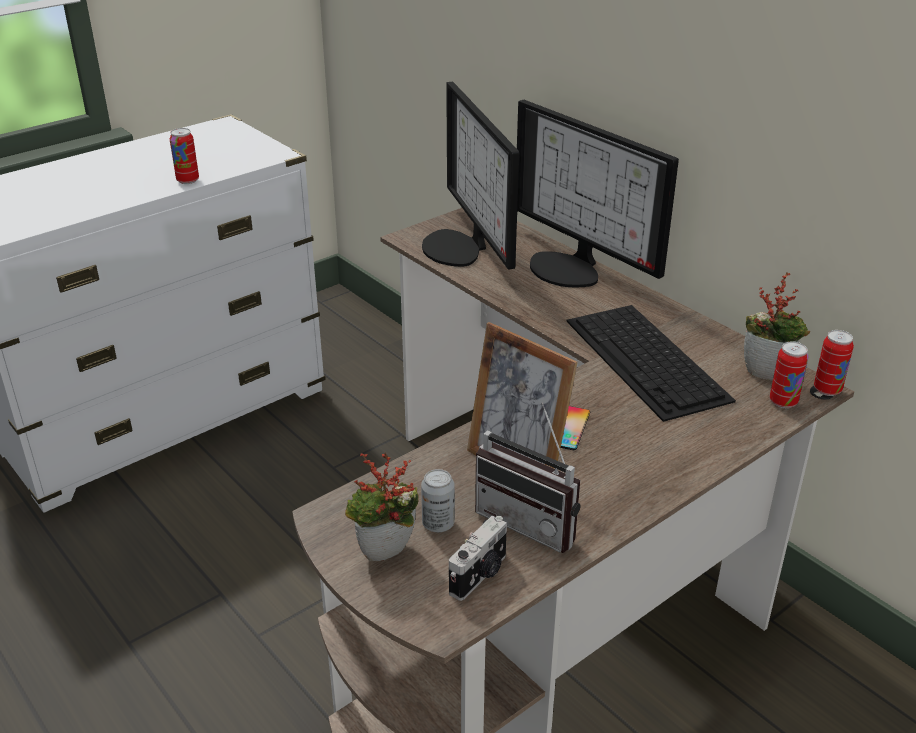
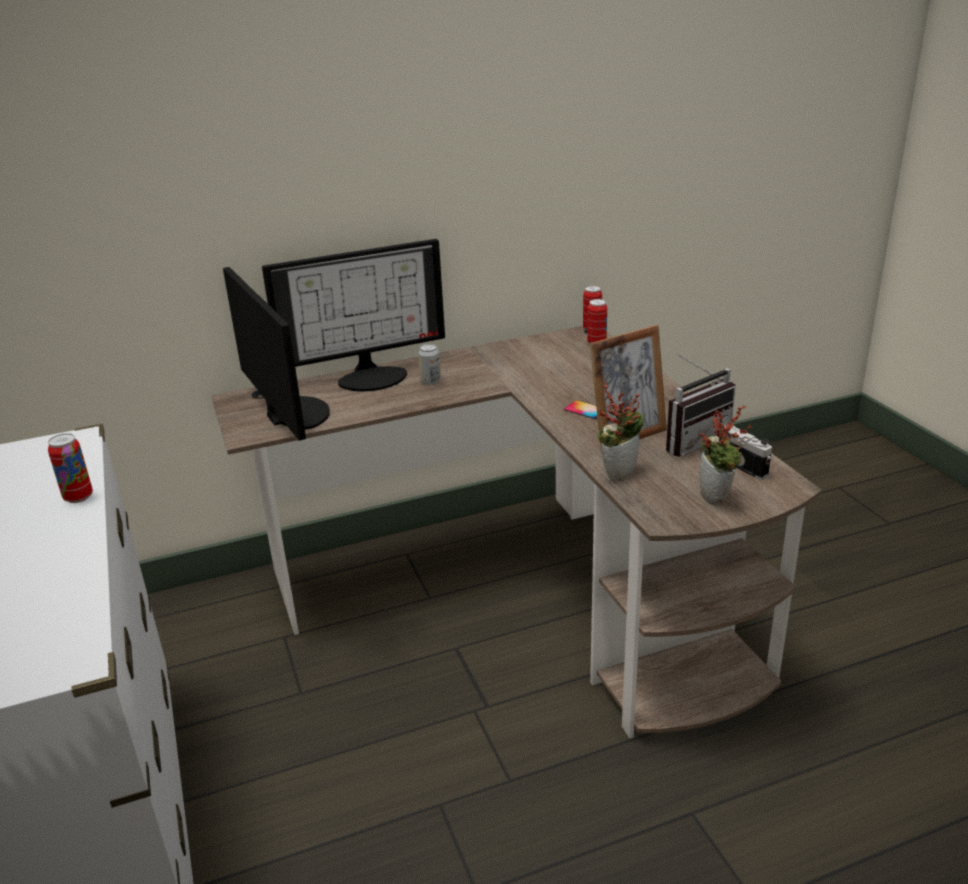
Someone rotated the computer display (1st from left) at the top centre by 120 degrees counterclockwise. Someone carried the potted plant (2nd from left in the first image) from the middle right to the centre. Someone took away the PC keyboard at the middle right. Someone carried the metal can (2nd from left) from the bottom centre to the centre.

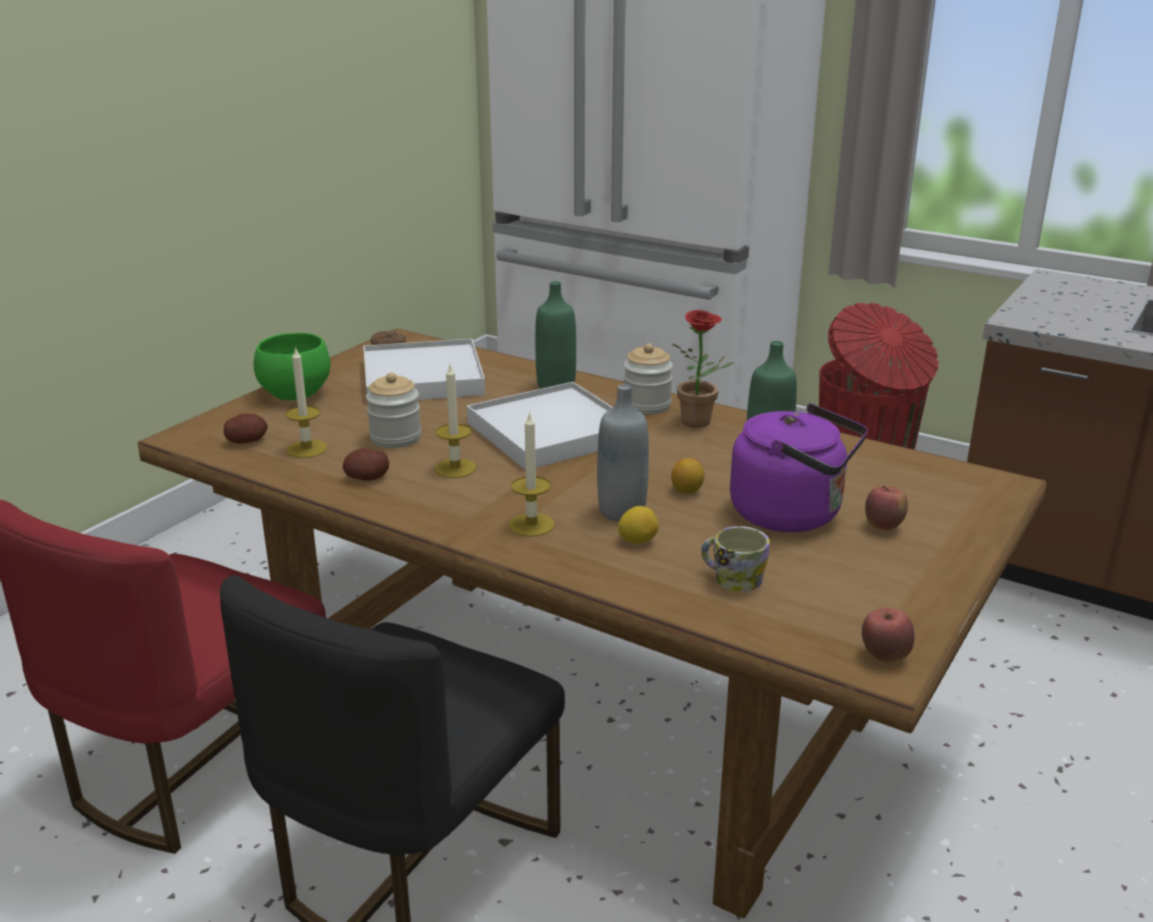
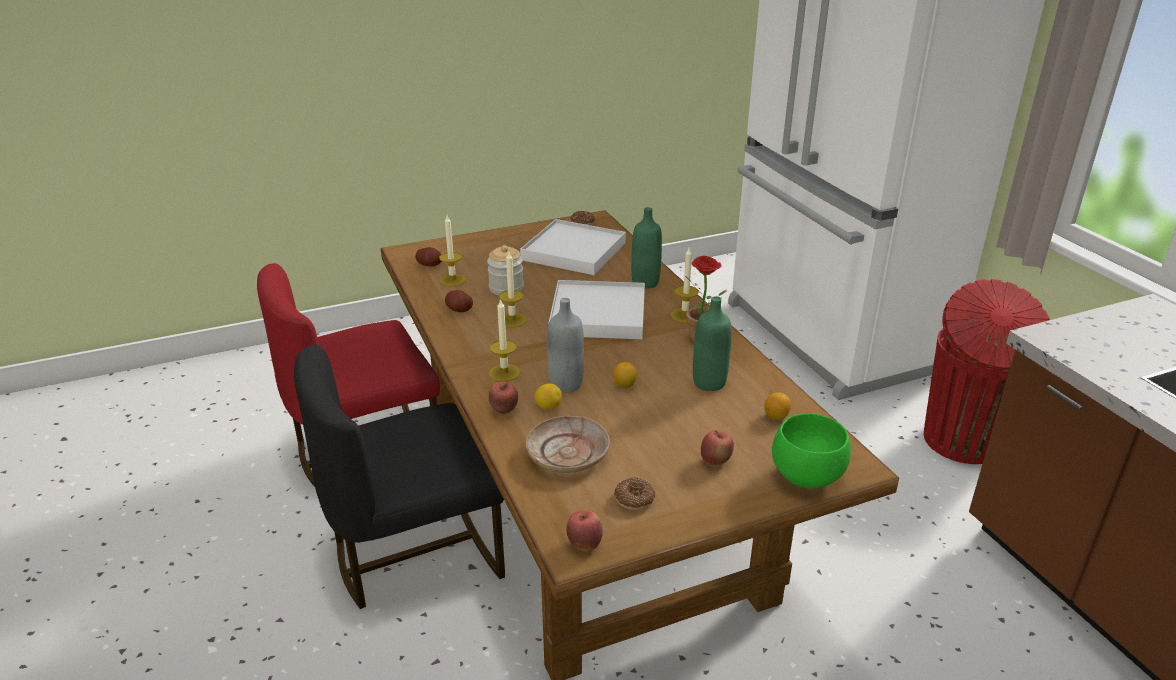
Someone carried the serving bowl/green-coloured from the middle left to the middle right. Someone swapped the jar (2nd from left) at the centre for the candle (4th from left) at the centre. Someone took away the tea kettle/purple-coloured at the middle right. Someone swapped the coffee mug at the centre for the dinner plate/beige at the centre. Someone put down the apple (1st from left) at the centre. Someone put down the lemon (3rd from left) at the centre. Someone put down the doughnut (2nd from left) at the bottom centre.

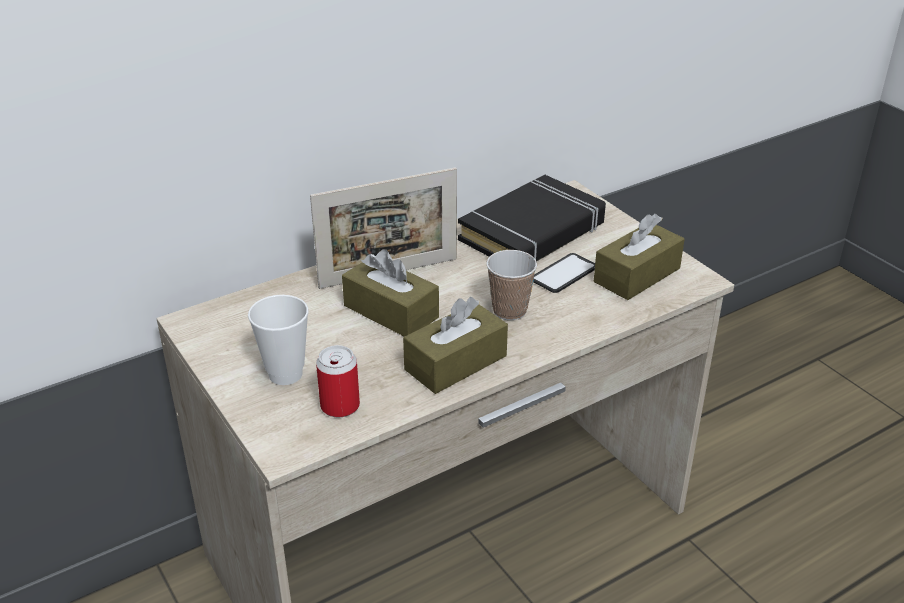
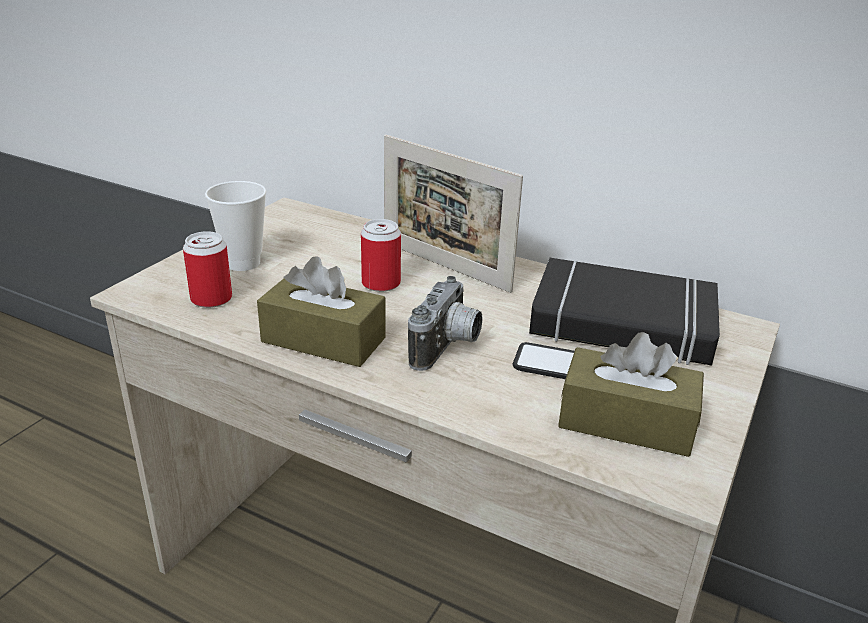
Someone swapped the tissue box/brown-coloured (1st from left) at the centre for the metal can (2nd from left) at the centre. Someone swapped the drinking cup (2nd from left) at the centre for the photo camera at the centre.

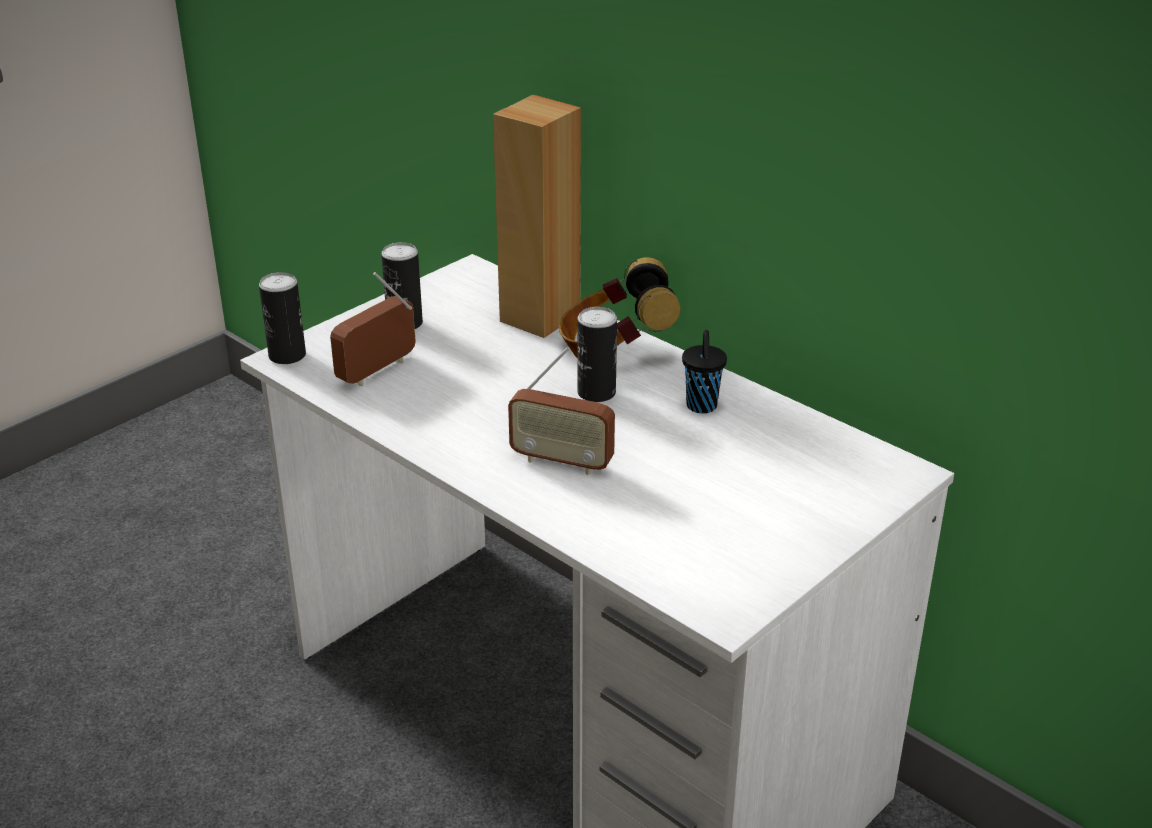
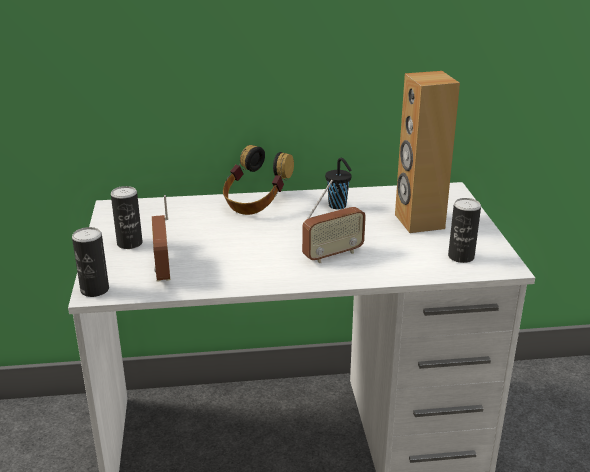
Someone carried the speaker/brown-coloured from the top centre to the top right. Someone carried the metal can (3rd from left) from the centre to the middle right.

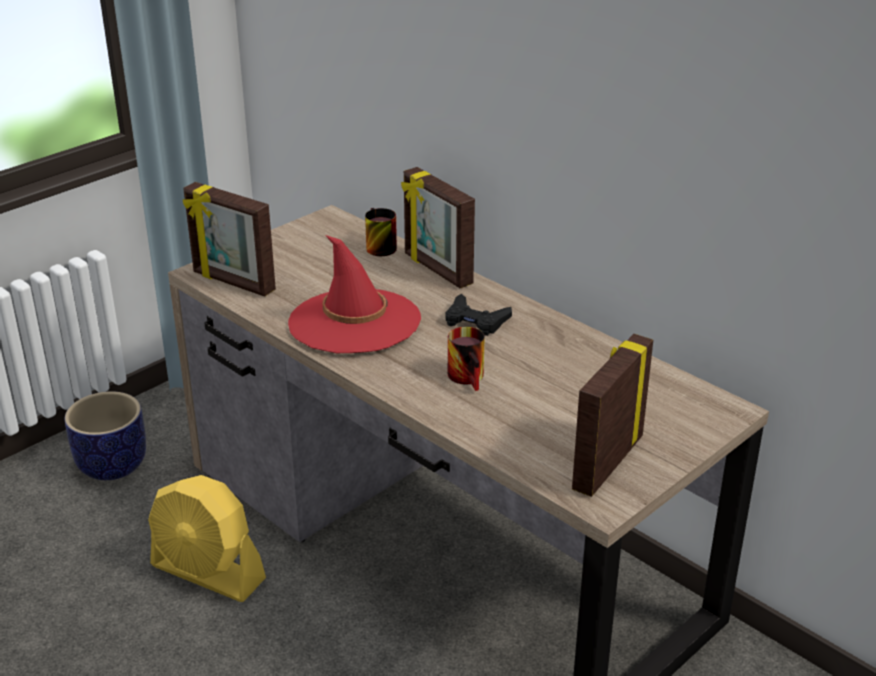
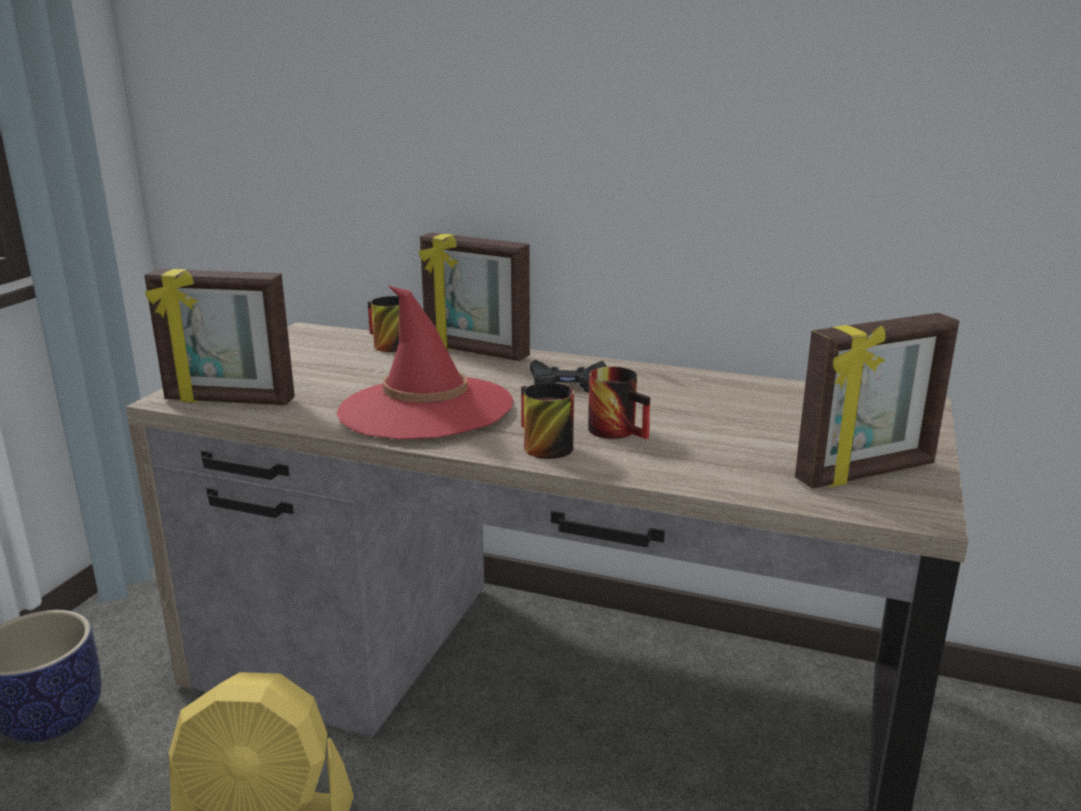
Someone rotated the standing frame (3rd from left) at the middle right by 120 degrees counterclockwise. Someone put down the coffee mug (2nd from left) at the centre.

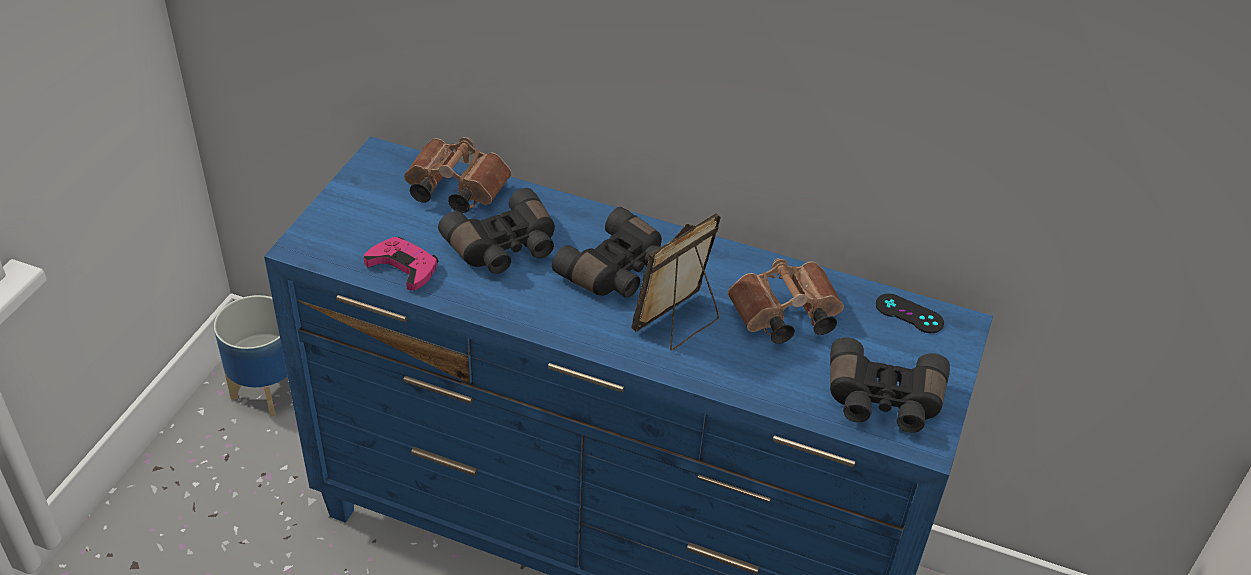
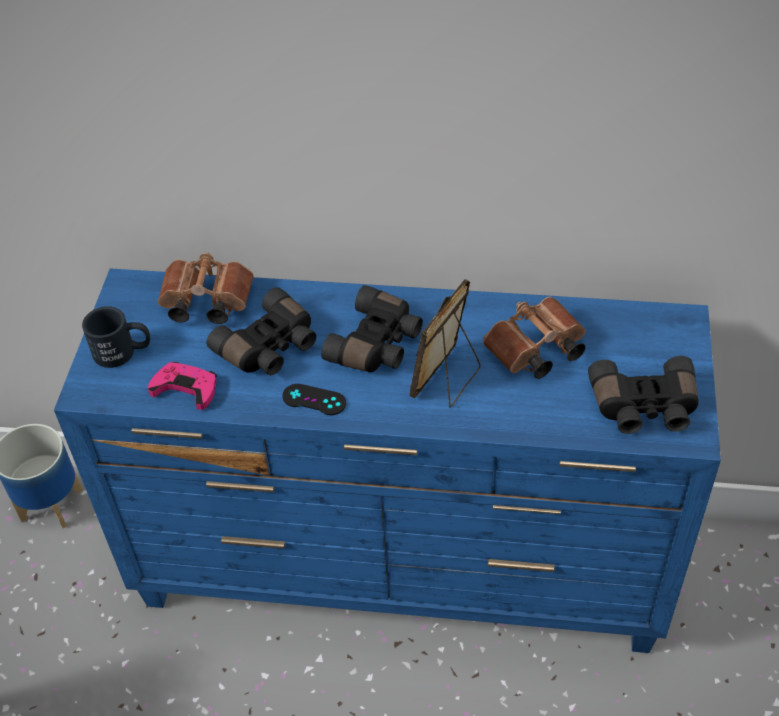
Someone carried the joypad/black-coloured from the middle right to the centre. Someone put down the coffee mug/black-coloured at the middle left.

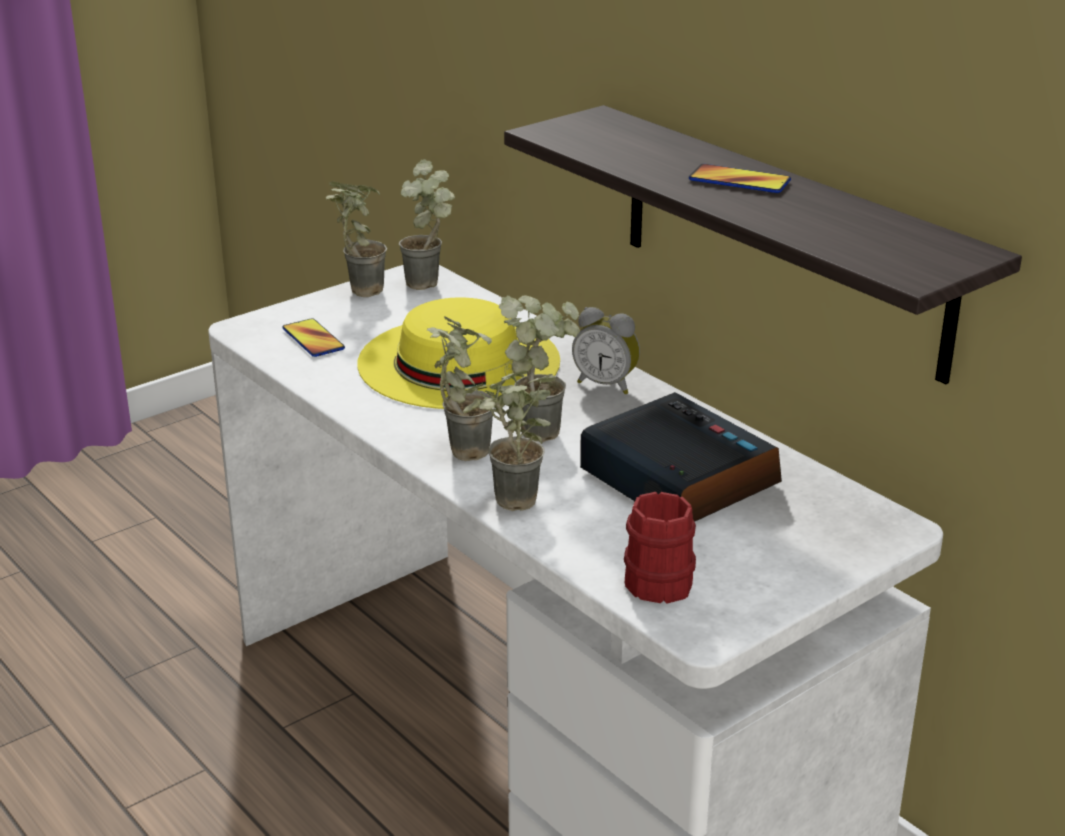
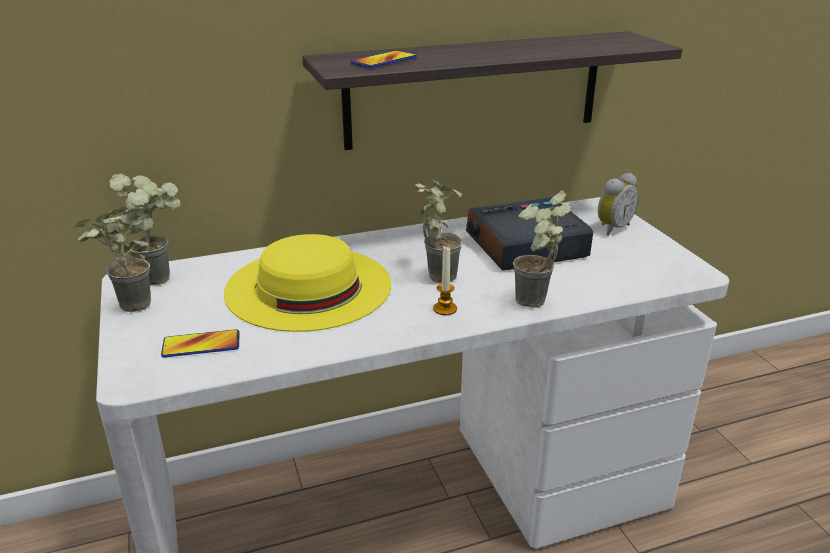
Someone carried the phone (2nd from left) from the top right to the top centre. Someone carried the alarm clock (1st from left in the first image) from the centre to the middle right. Someone swapped the potted plant (3rd from left) at the centre for the candle at the centre. Someone took away the coffee mug/red at the centre.

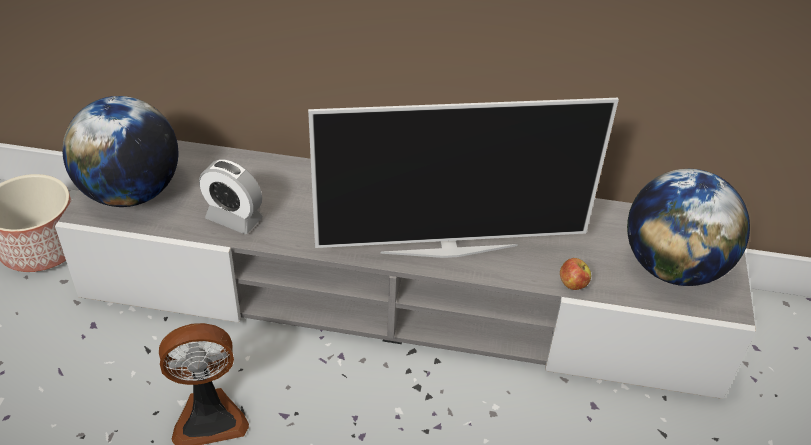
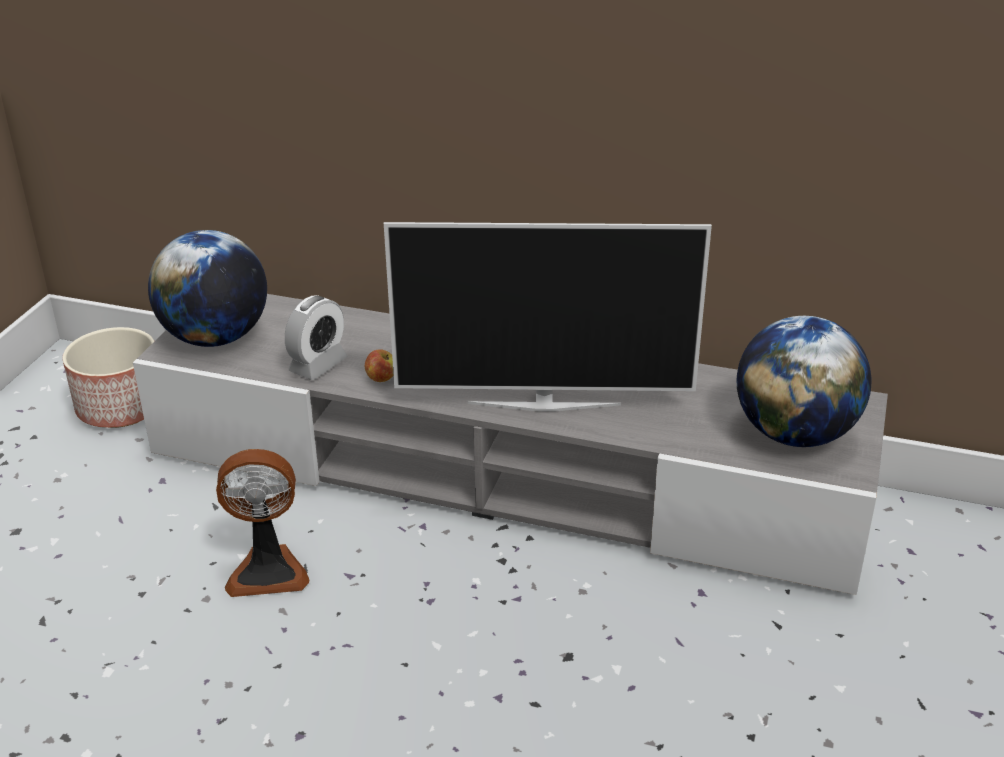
Someone rotated the alarm clock at the middle left by 90 degrees counterclockwise. Someone carried the apple from the middle right to the centre.

